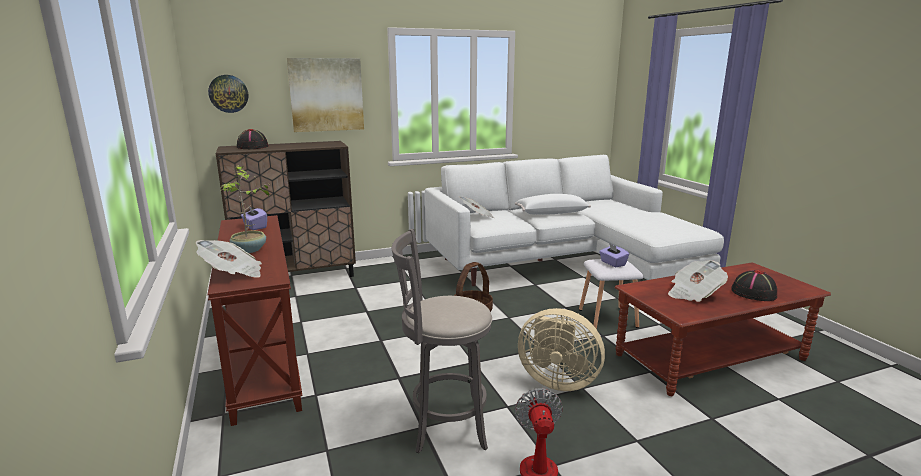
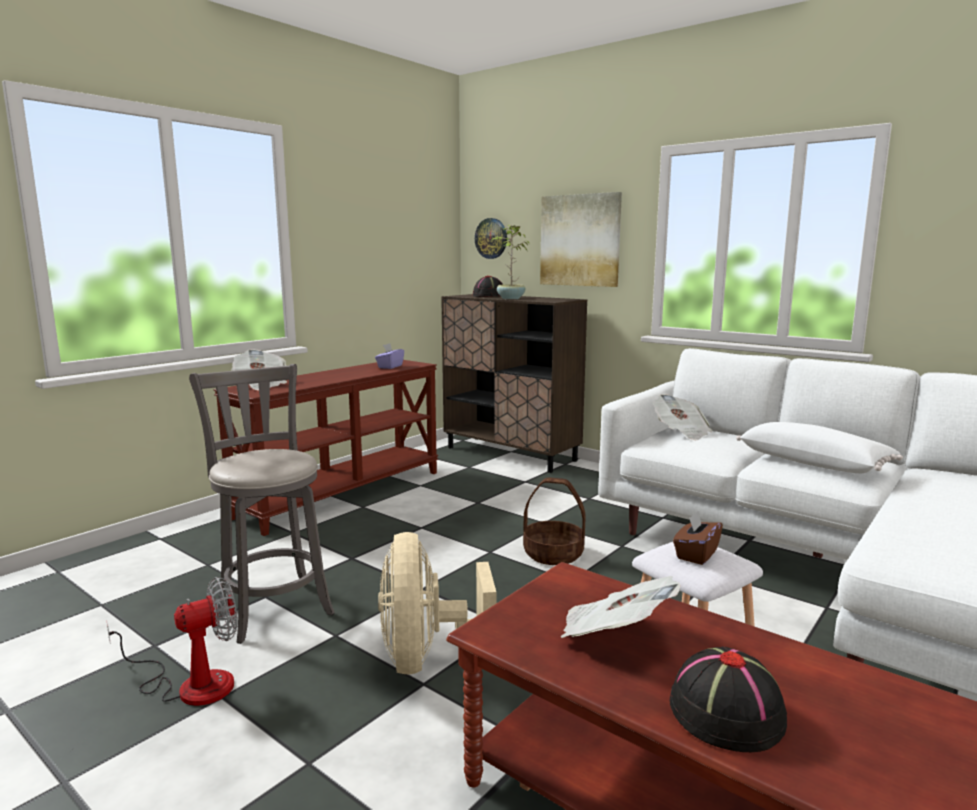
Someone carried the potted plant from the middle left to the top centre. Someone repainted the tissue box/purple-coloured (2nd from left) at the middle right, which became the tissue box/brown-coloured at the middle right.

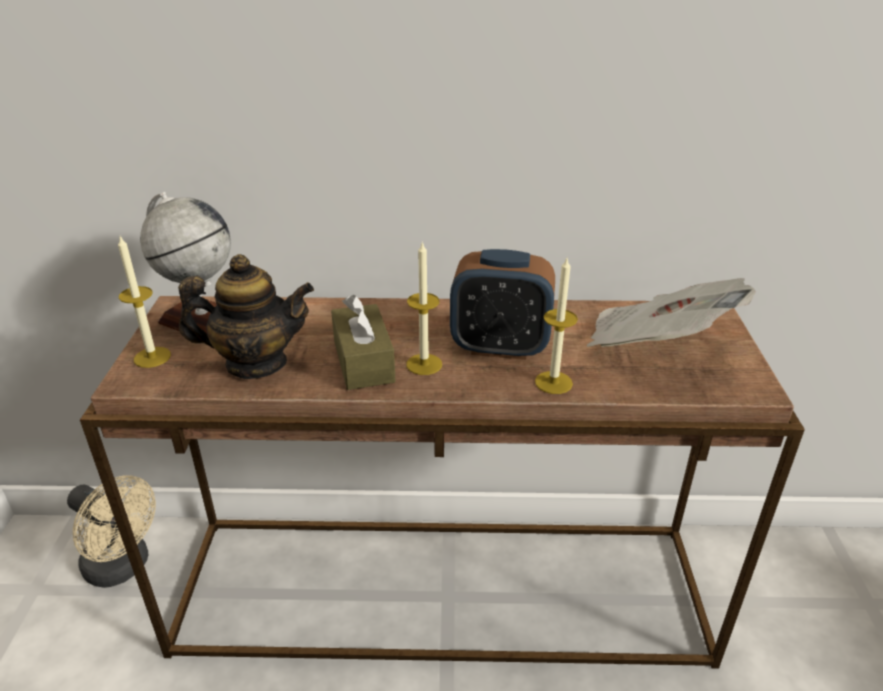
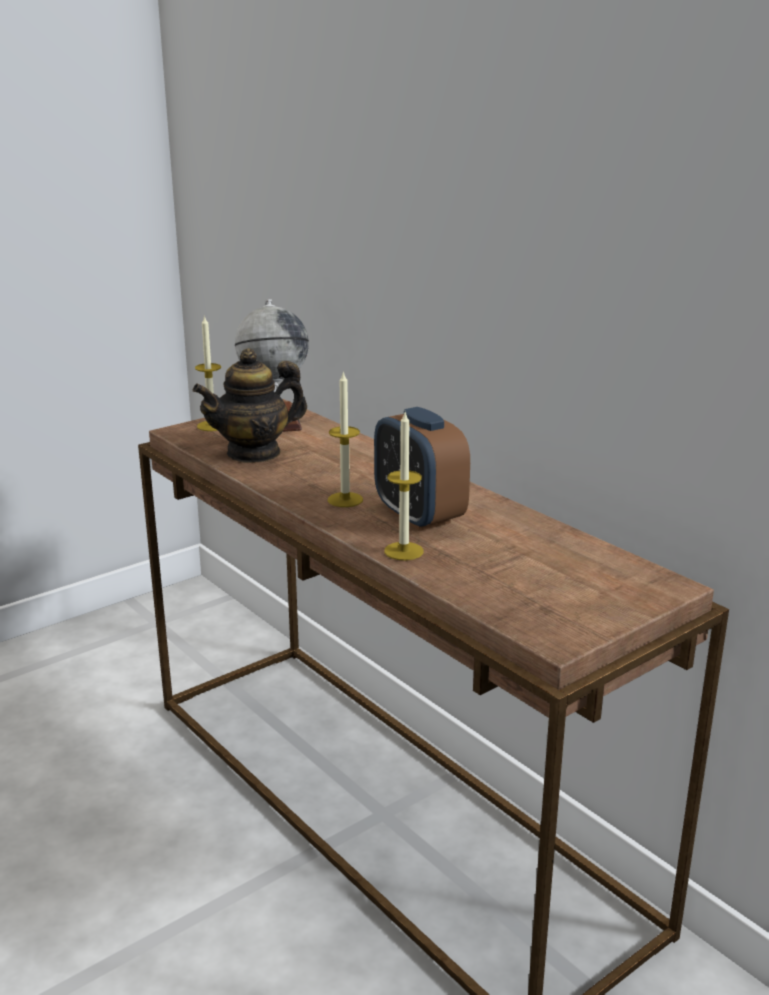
Someone rotated the tea pot at the middle left by 105 degrees clockwise. Someone took away the printed paper at the middle right. Someone took away the tissue box/brown-coloured at the centre. Someone took away the cooling fan/beige at the bottom left.

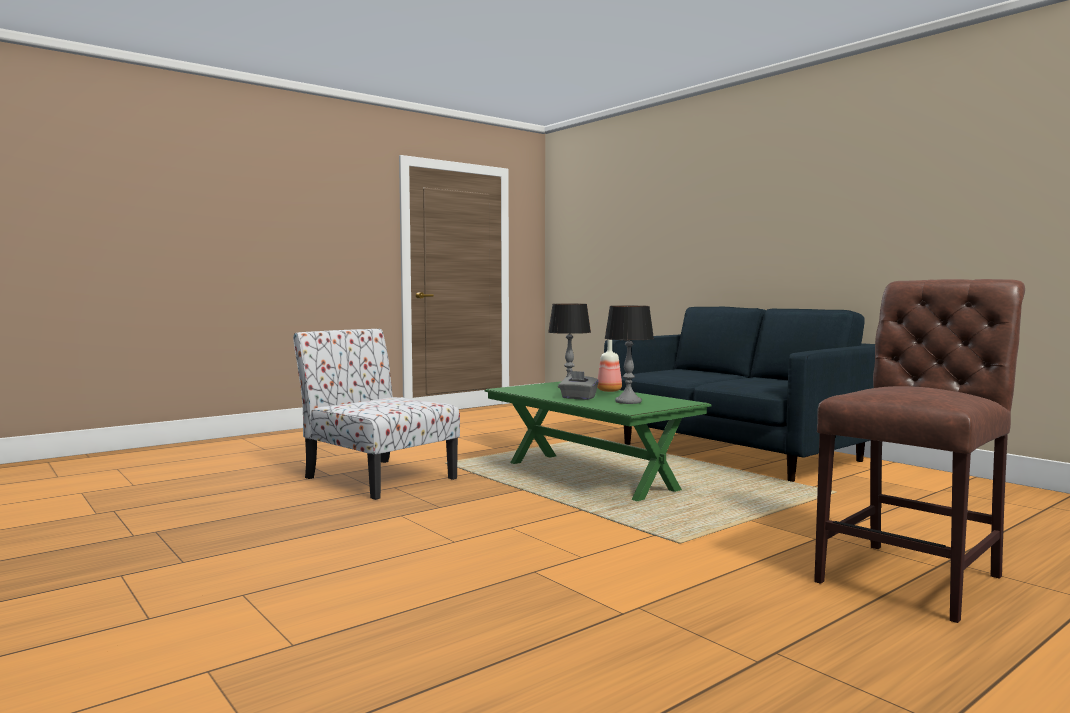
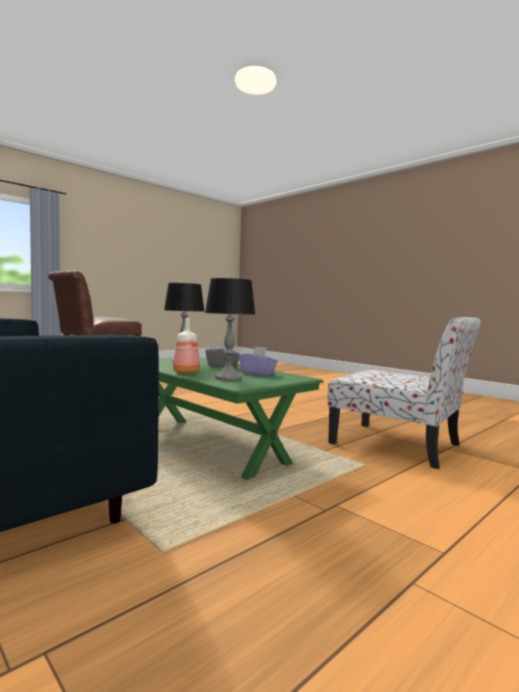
Someone put down the tissue box/purple-coloured at the centre.

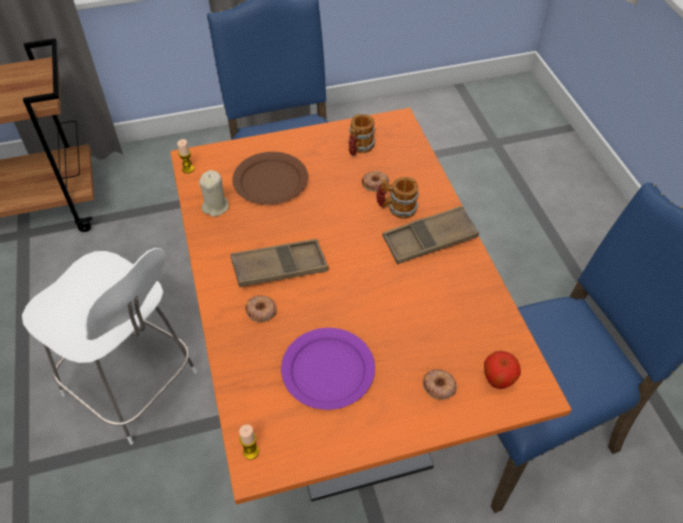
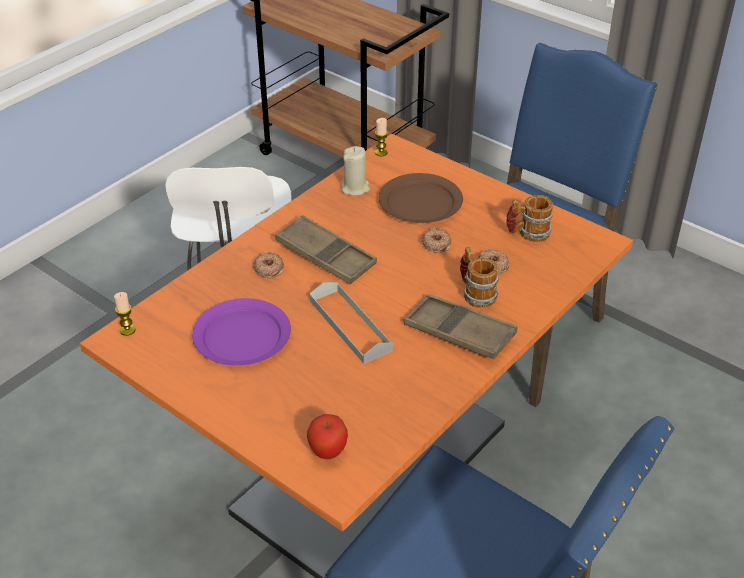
Someone carried the doughnut (3rd from left in the first image) from the bottom centre to the centre. Someone put down the tray/gray at the centre.

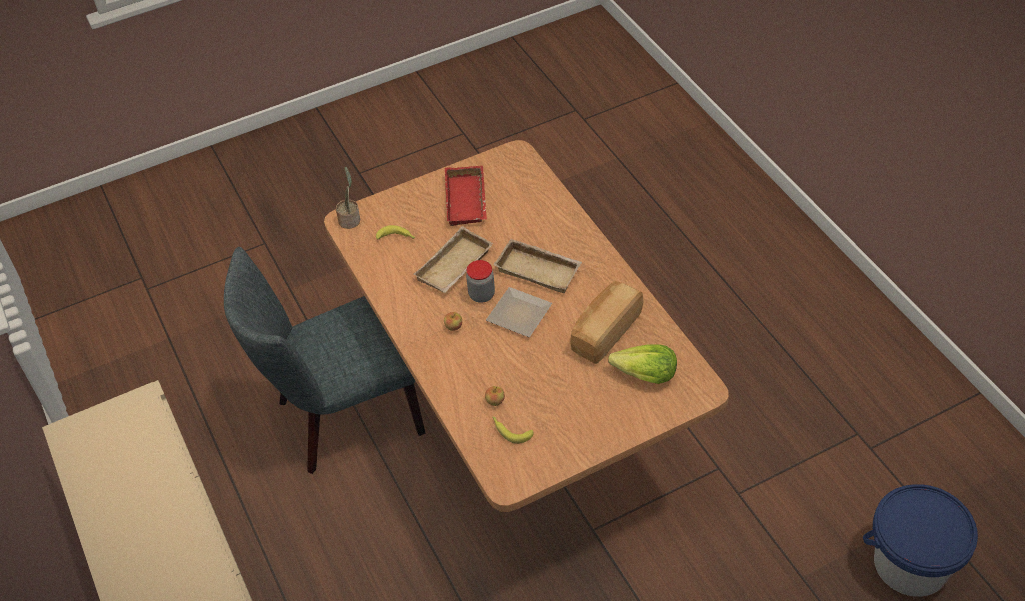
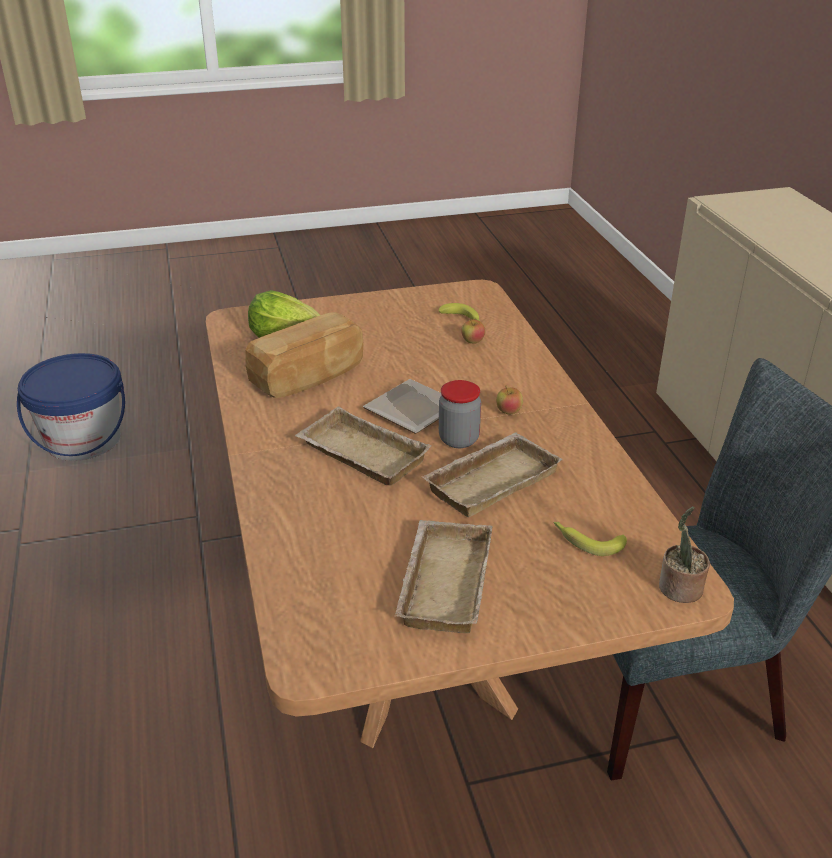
Someone repainted the tray/red at the top centre, which became the tray/beige (2nd from left) at the bottom centre.

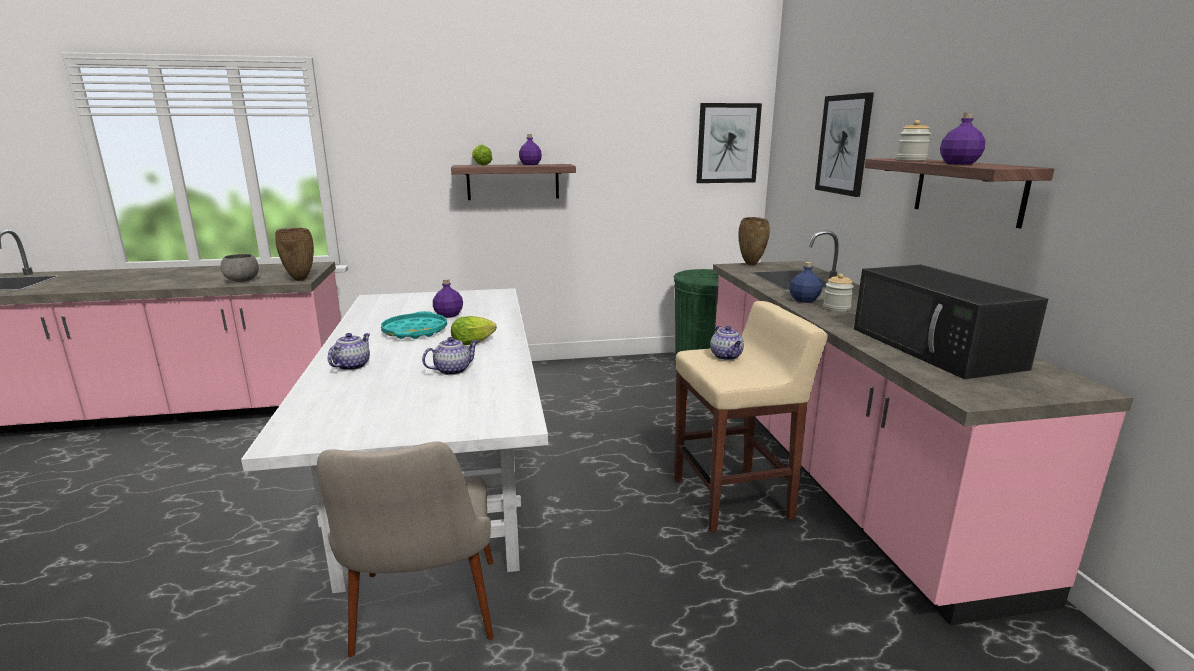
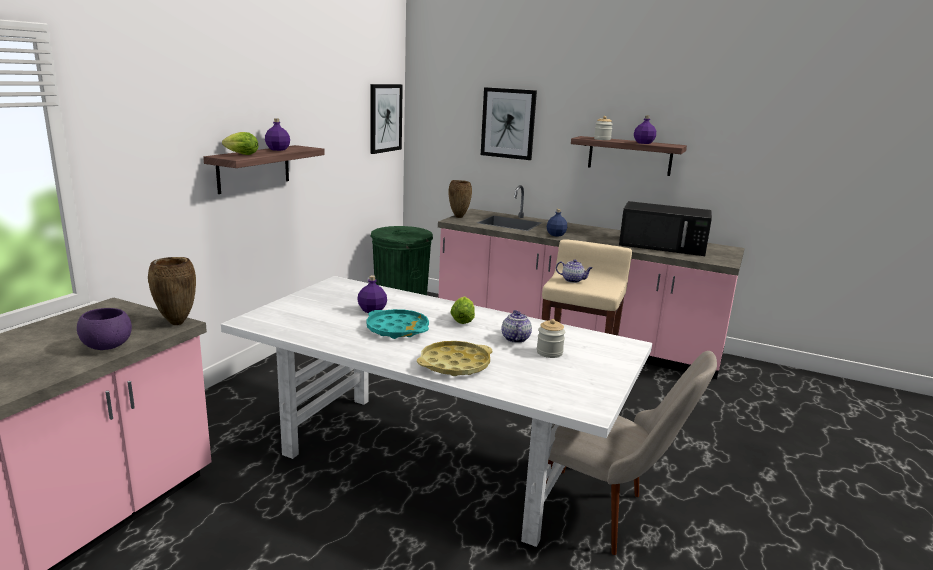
Someone repainted the serving bowl/gray at the middle left, which became the serving bowl/purple-coloured at the middle left. Someone carried the jar (1st from left) from the middle right to the centre. Someone swapped the tea pot (1st from left) at the middle left for the tray/yellow at the centre.

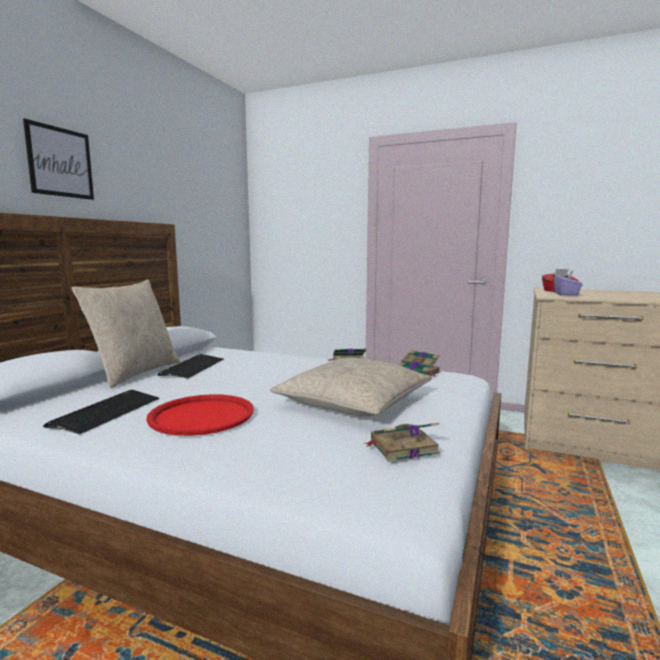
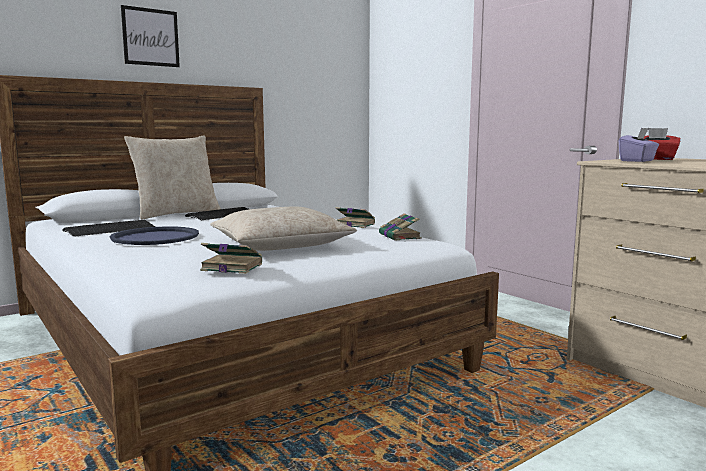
Someone repainted the tray/red at the middle left, which became the tray/blue at the middle left.

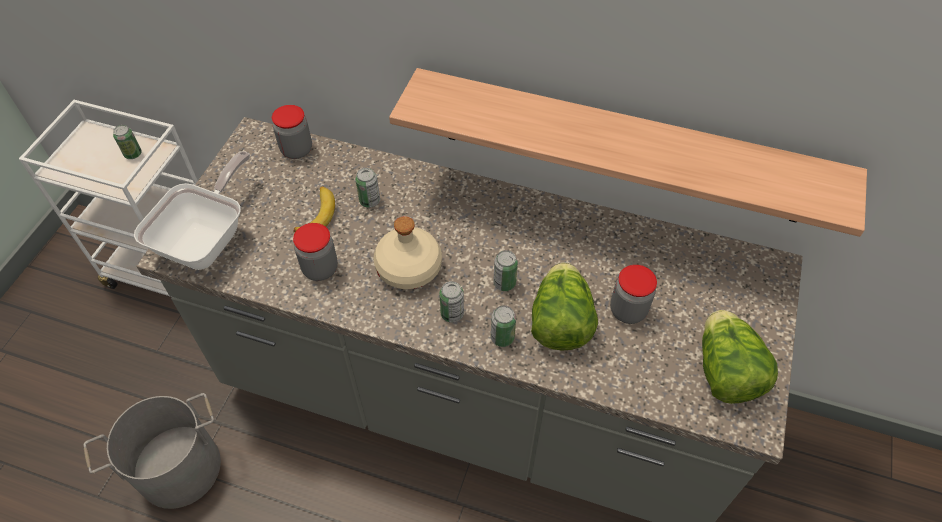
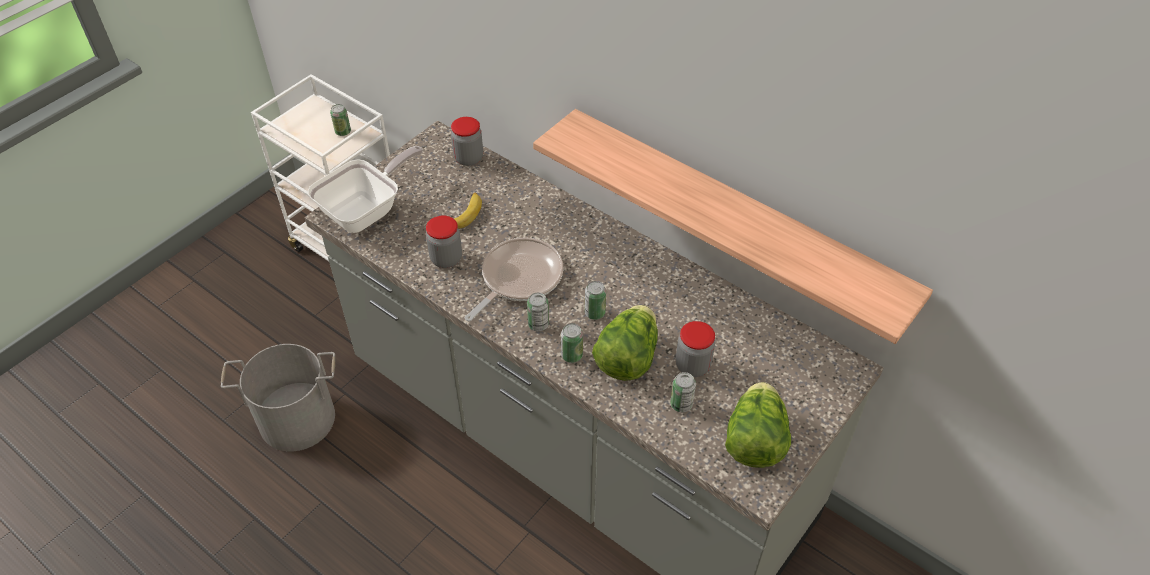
Someone carried the metal can (2nd from left in the first image) from the centre to the bottom centre. Someone swapped the bottle/beige at the centre for the pan (2nd from left) at the centre.

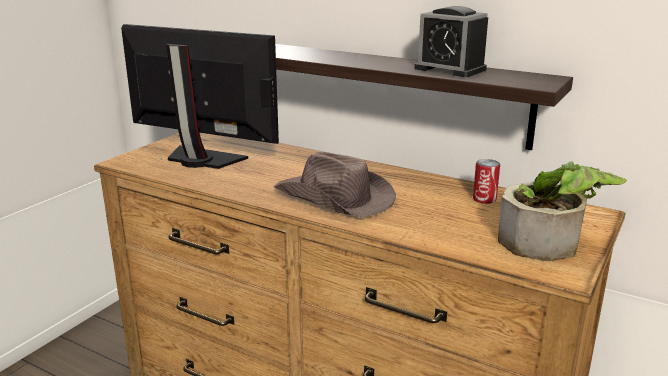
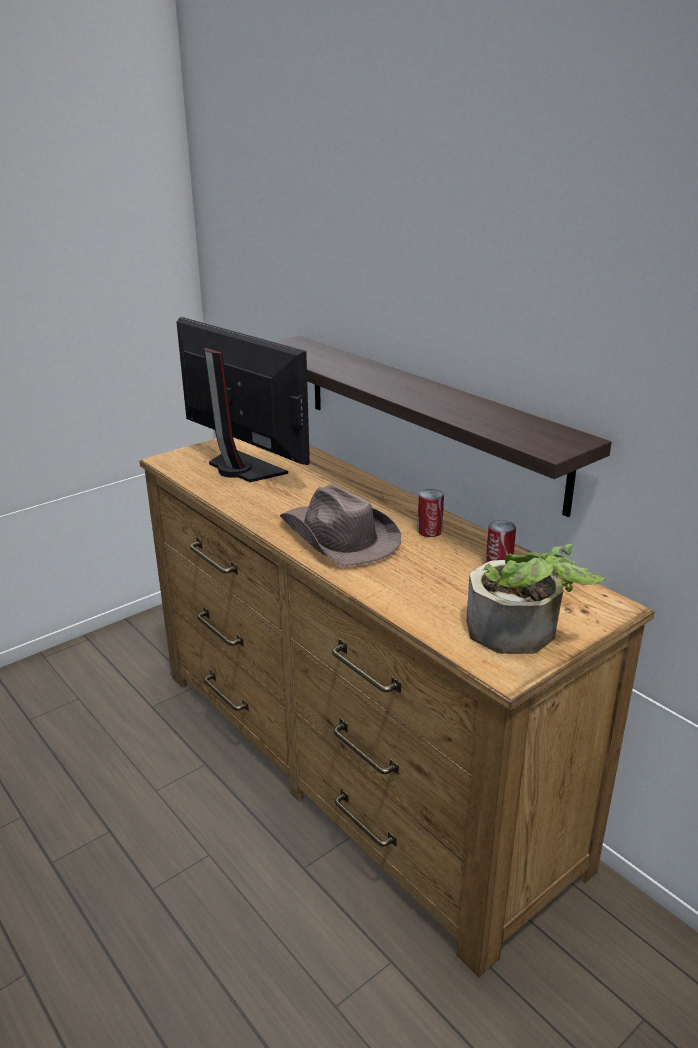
Someone took away the alarm clock at the top right. Someone put down the metal can (1st from left) at the centre.

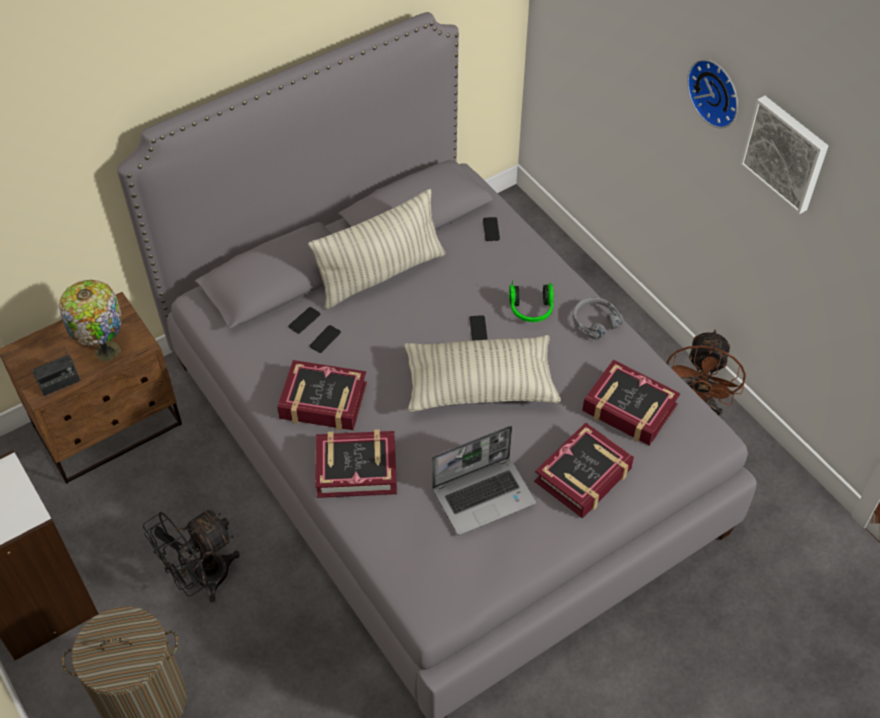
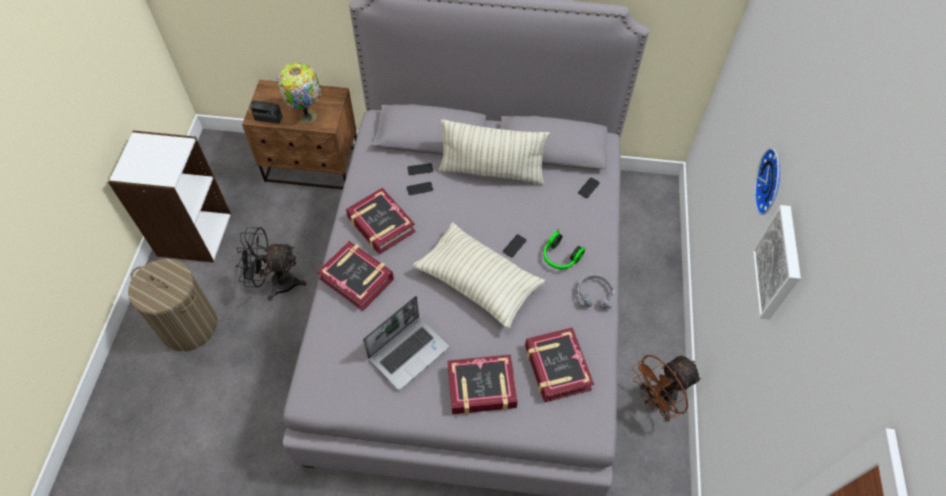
Someone rotated the portable computer at the bottom centre by 60 degrees counterclockwise.

